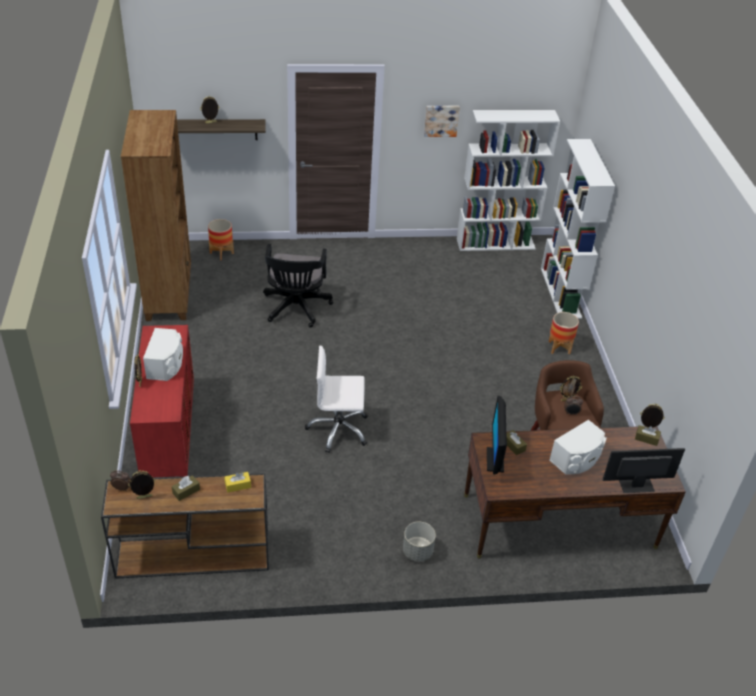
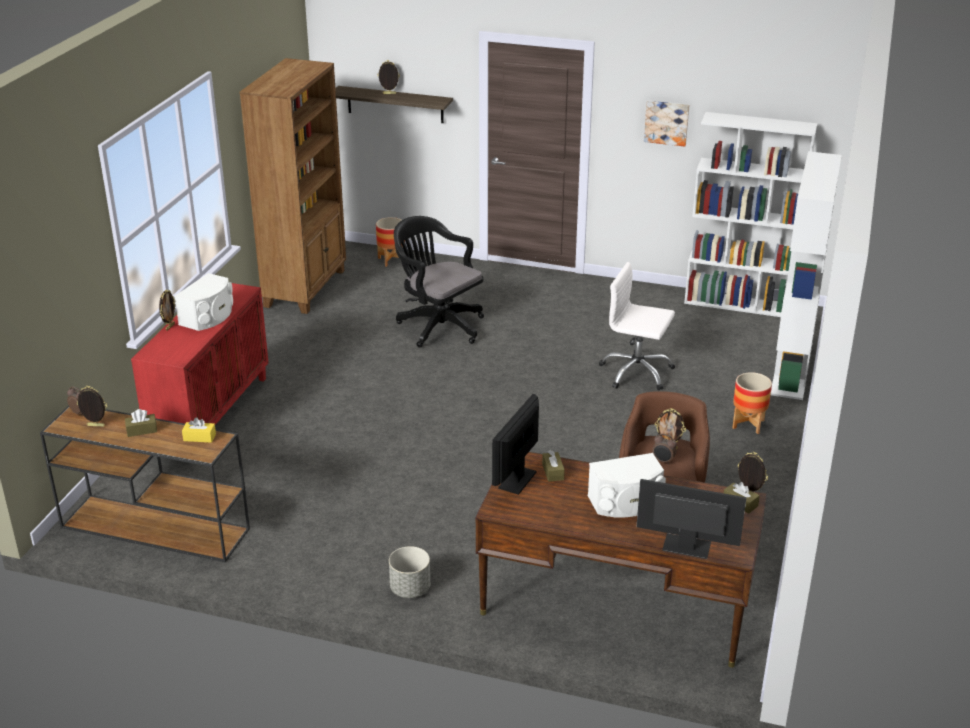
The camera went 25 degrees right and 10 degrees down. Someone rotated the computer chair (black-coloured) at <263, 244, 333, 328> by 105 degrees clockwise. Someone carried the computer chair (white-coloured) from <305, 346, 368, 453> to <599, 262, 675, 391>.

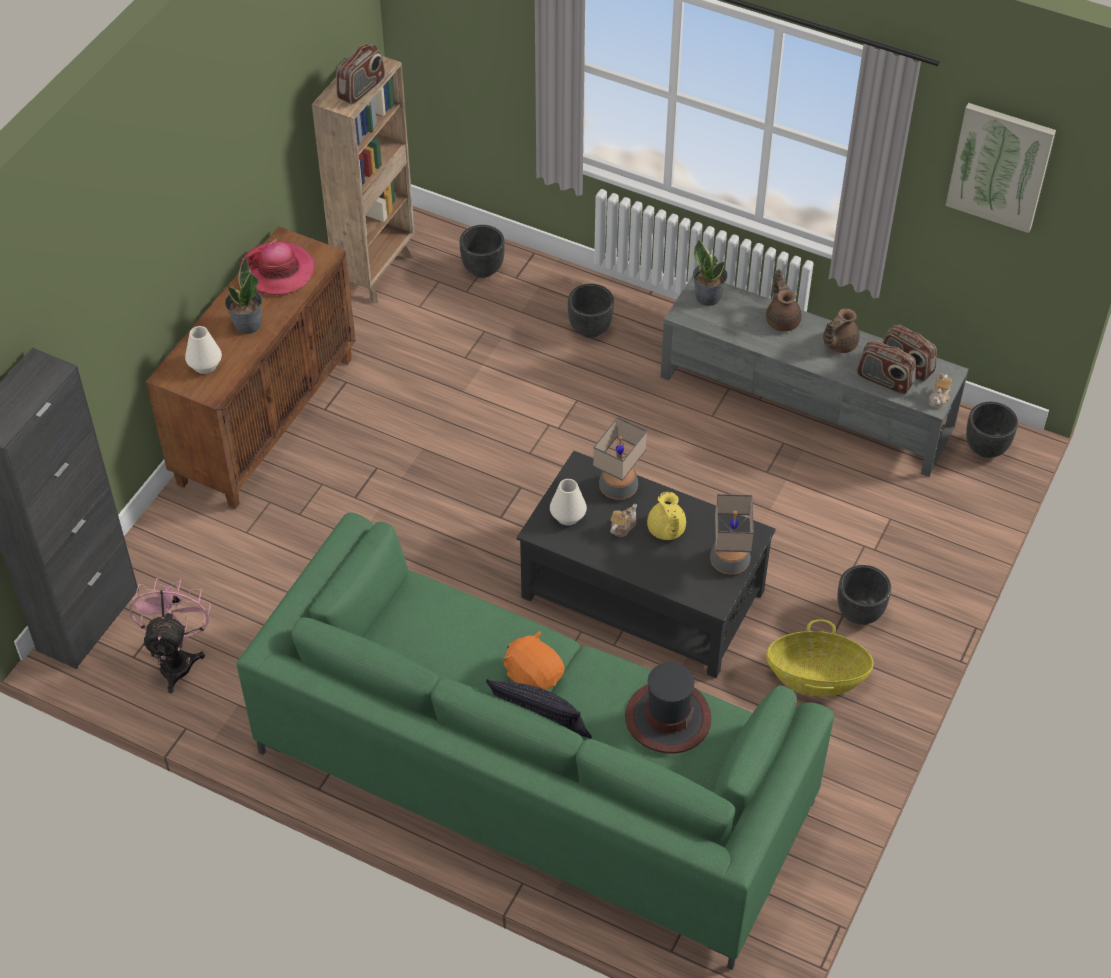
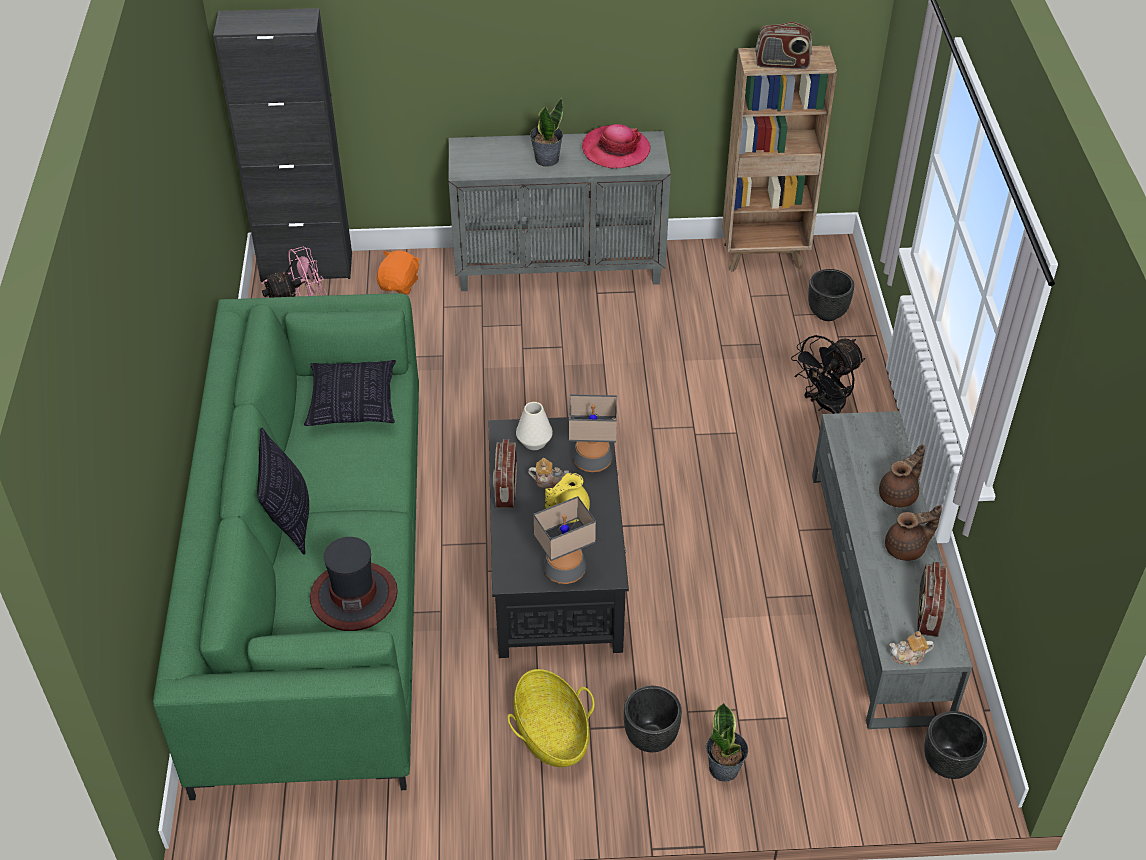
The camera went 60 degrees right and 5 degrees down. Someone took away the wall art at <946, 103, 1056, 233>. Someone repainted the cupboard (brown) at <146, 226, 356, 509>, which became the cupboard (gray) at <449, 131, 671, 291>. Someone carried the houseplant from <693, 240, 728, 306> to <706, 703, 748, 782>. Someone swapped the flower pot (black-coloured) at <568, 284, 614, 338> for the fan (black-coloured) at <791, 335, 865, 414>. Someone rotated the teapot (brown) at <823, 309, 860, 353> by 150 degrees clockwise. Someone took away the flower vase (white-coloured) at <185, 326, 222, 374>. Someone carried the radio receiver from <857, 340, 916, 394> to <493, 439, 517, 508>. Someone carried the cuddly toy (orange-coloured) from <502, 631, 565, 690> to <377, 251, 420, 294>. Someone put down the pillow at <304, 360, 396, 426>.

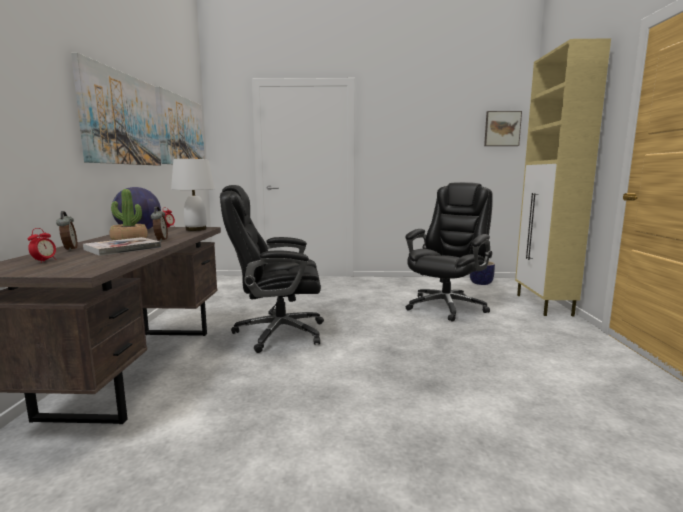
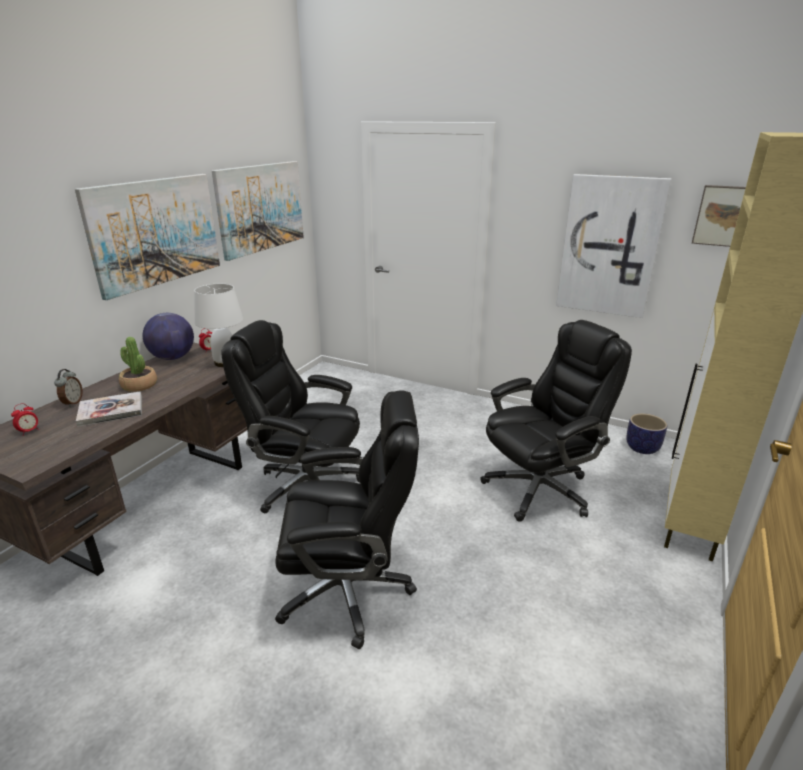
The camera went 25 degrees right and 15 degrees up. Someone took away the bedside clock at <151, 206, 168, 241>. Someone put up the wall art at <556, 174, 671, 318>. Someone put down the computer chair (black-coloured) at <275, 390, 419, 649>.

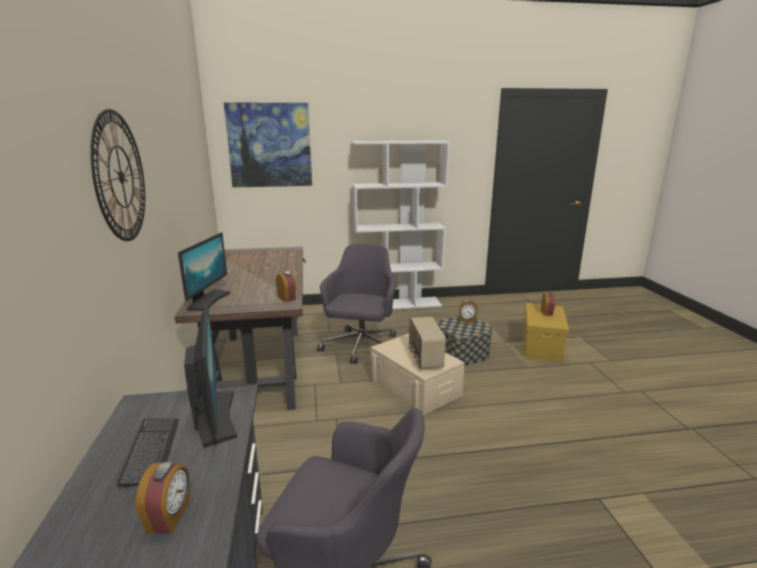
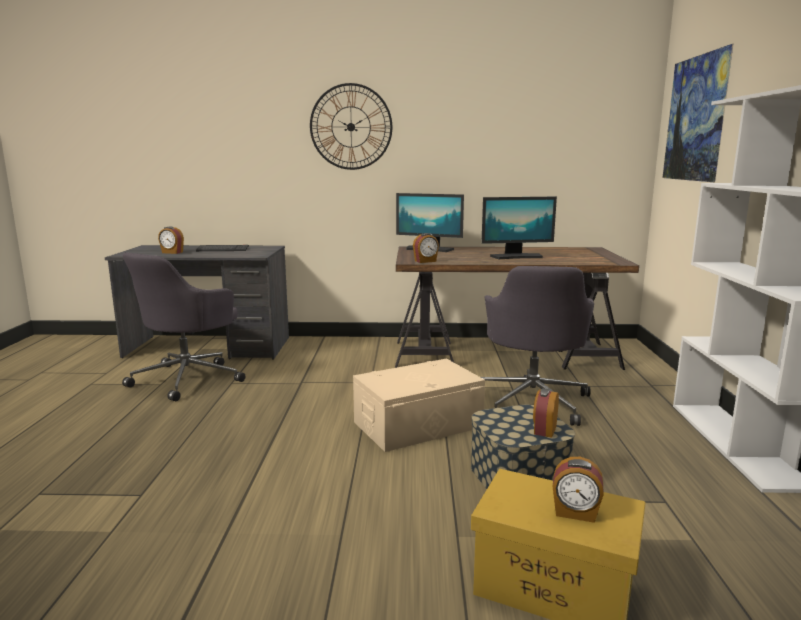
The camera went 100 degrees right and 5 degrees down. Someone rotated the computer chair (gray) at <317, 243, 396, 364> by 75 degrees clockwise. Someone carried the computer display from <184, 301, 237, 448> to <481, 197, 557, 259>. Someone took away the radio receiver at <408, 317, 446, 369>.

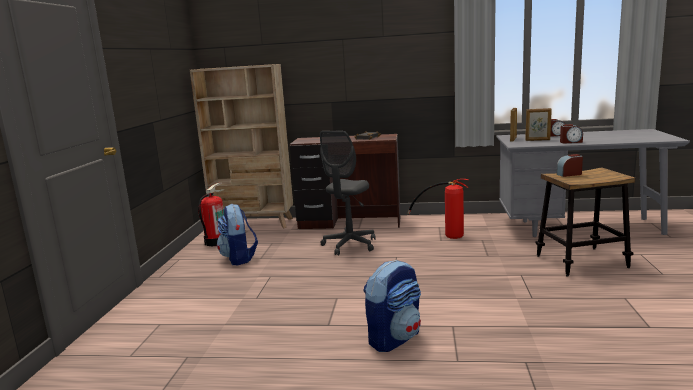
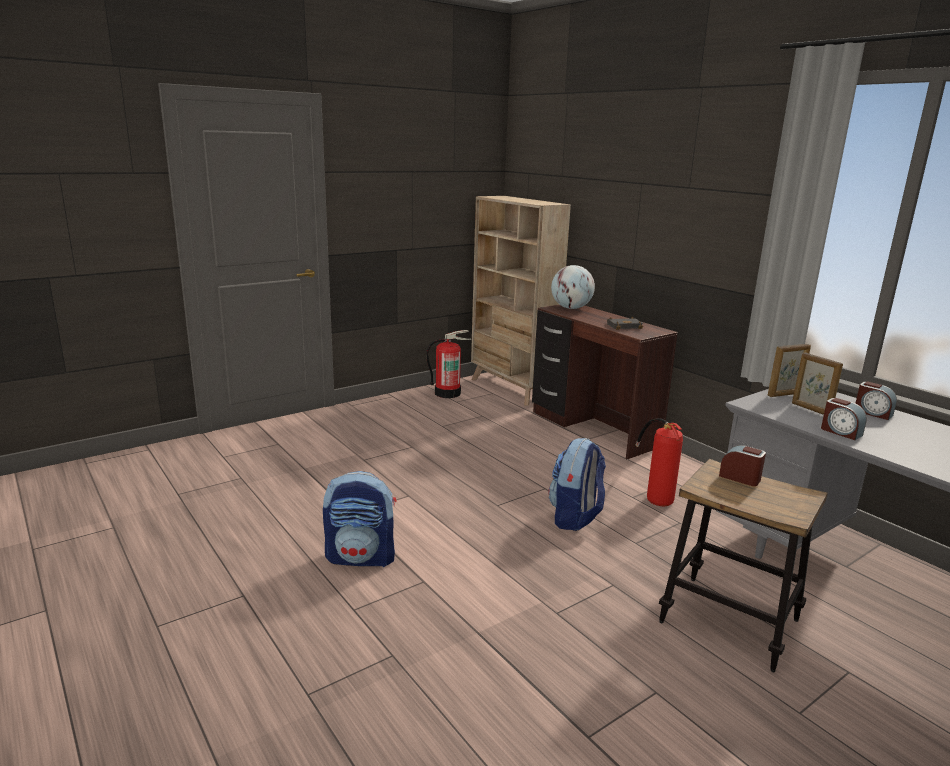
The camera went 45 degrees right and 5 degrees up. Someone took away the computer chair (gray) at <320, 131, 376, 255>. Someone carried the backpack from <217, 204, 258, 265> to <548, 438, 606, 531>. Someone put down the globe at <551, 265, 595, 309>.

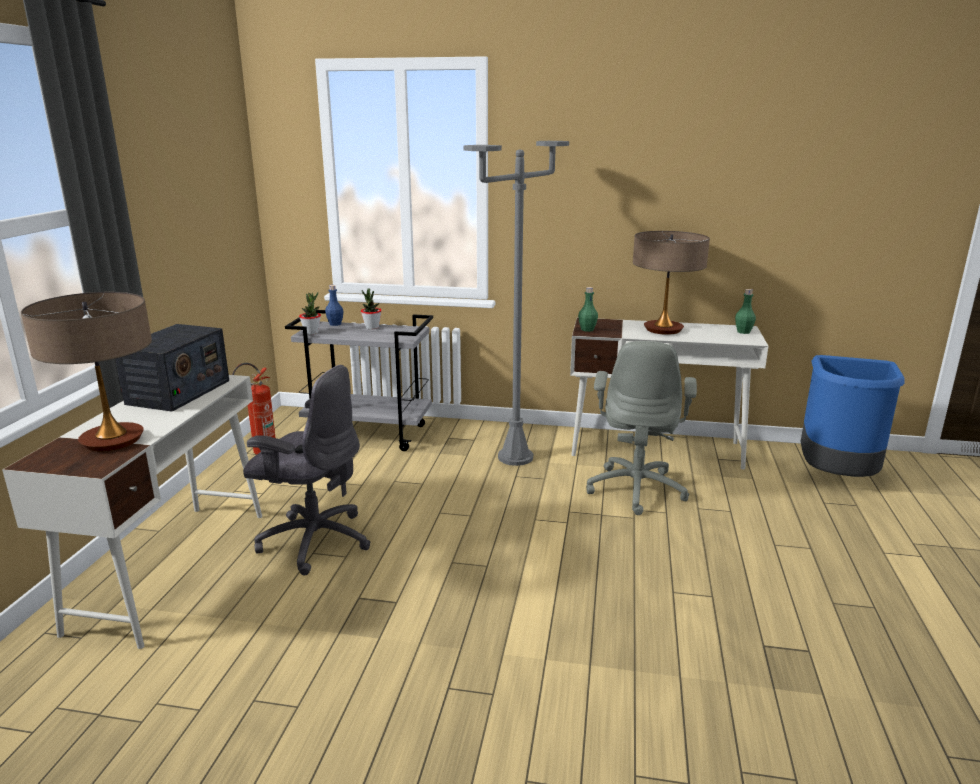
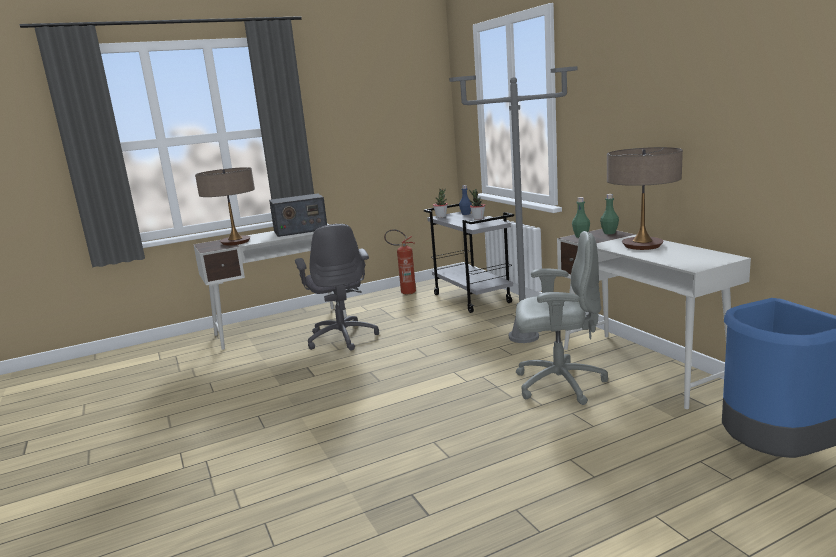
The camera went 55 degrees right and 5 degrees down. Someone carried the beverage bottle (green-coloured) from <735, 289, 756, 334> to <600, 194, 619, 234>. Someone rotated the computer chair (gray) at <586, 341, 697, 515> by 150 degrees counterclockwise.

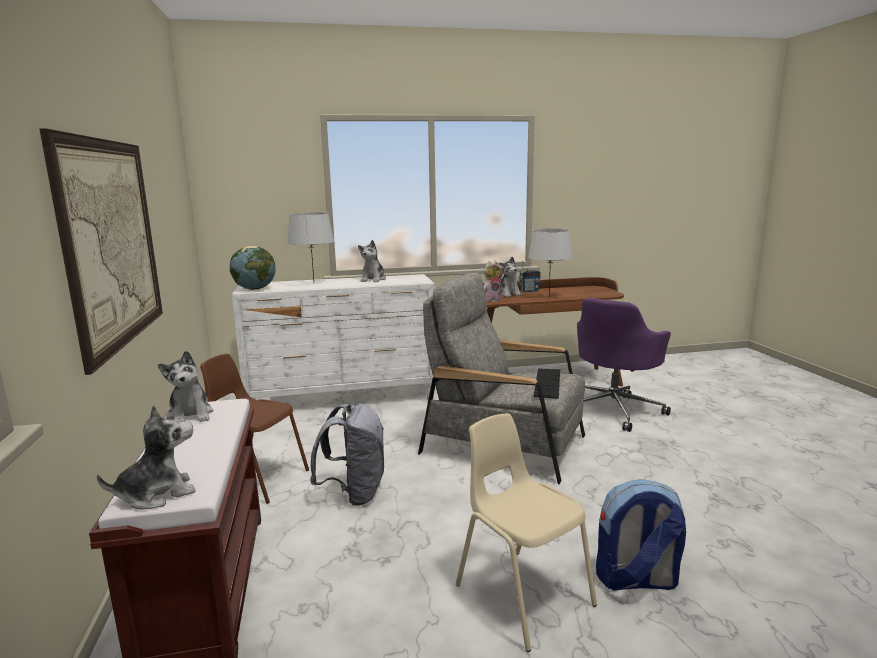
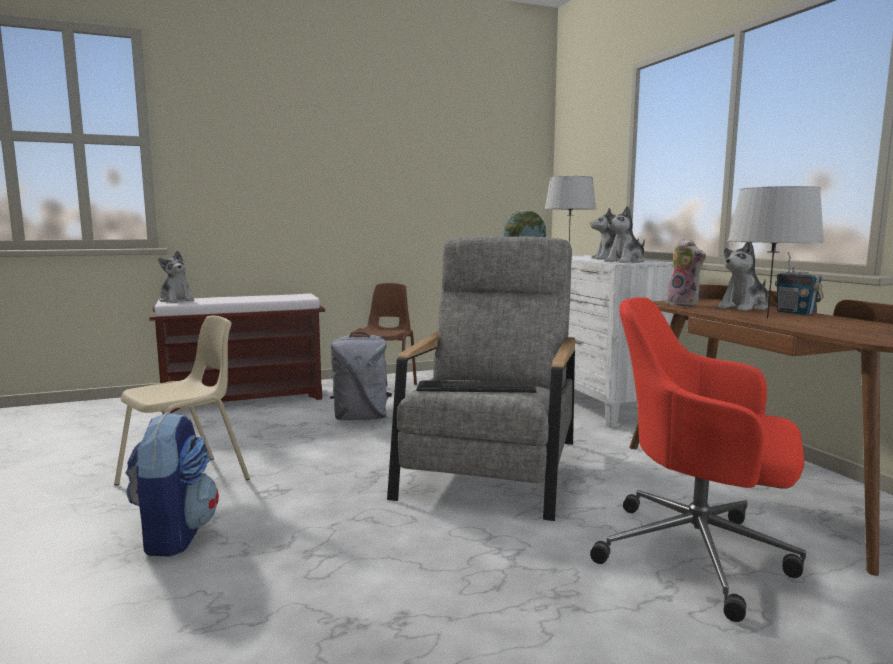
The camera went 80 degrees right and 5 degrees down. Someone took away the wall art at <40, 129, 163, 375>. Someone repainted the computer chair (purple) at <577, 298, 671, 432>, which became the computer chair (reddish) at <590, 297, 806, 622>. Someone carried the cuddly toy from <158, 351, 213, 422> to <604, 206, 645, 263>.

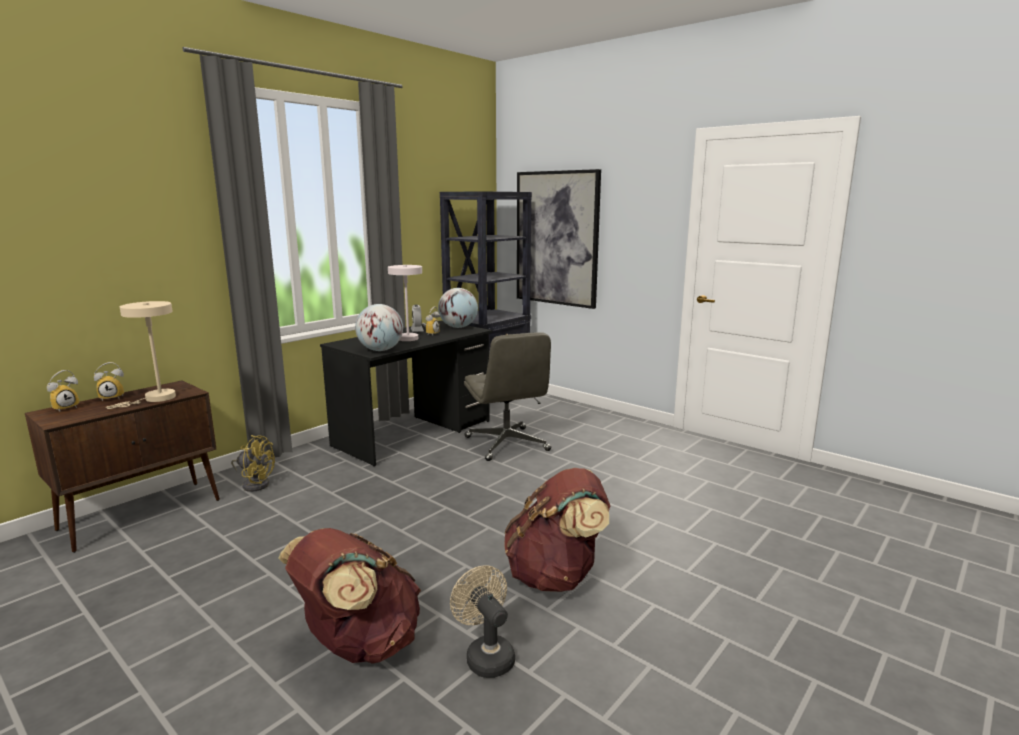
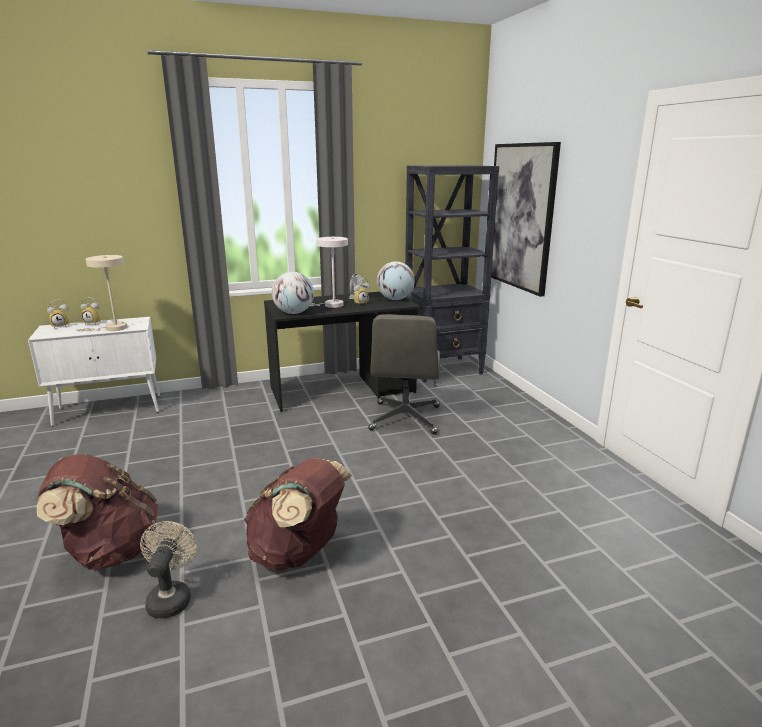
The camera went 30 degrees right and 5 degrees up. Someone repainted the cupboard (brown) at <25, 380, 220, 553>, which became the cupboard (white-coloured) at <28, 317, 160, 426>. Someone took away the fan (yellow-coloured) at <231, 435, 275, 492>.

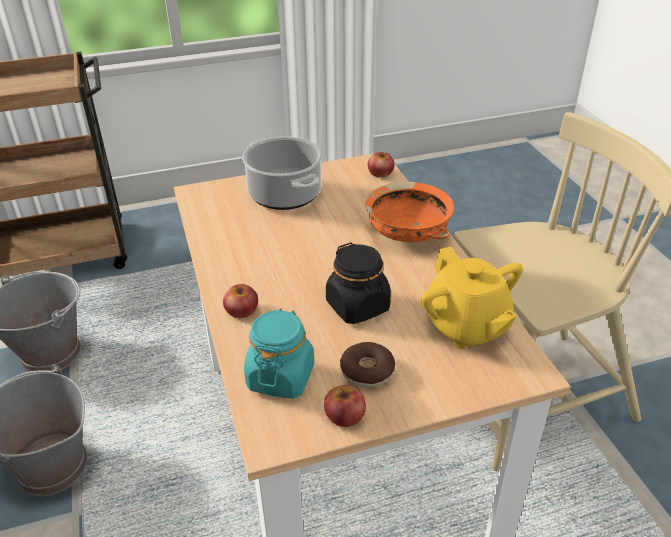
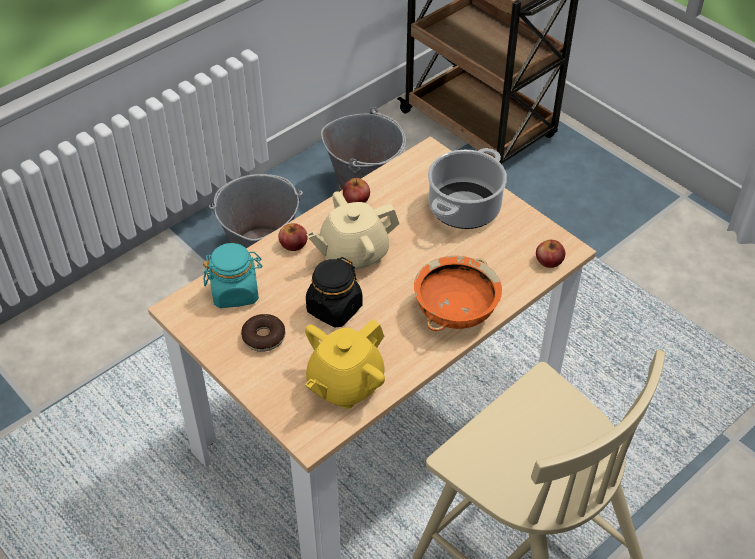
The camera went 65 degrees right and 10 degrees up. Someone carried the apple fruit from <324, 385, 366, 427> to <343, 178, 370, 203>. Someone put down the teapot (beige-coloured) at <306, 191, 399, 270>.

